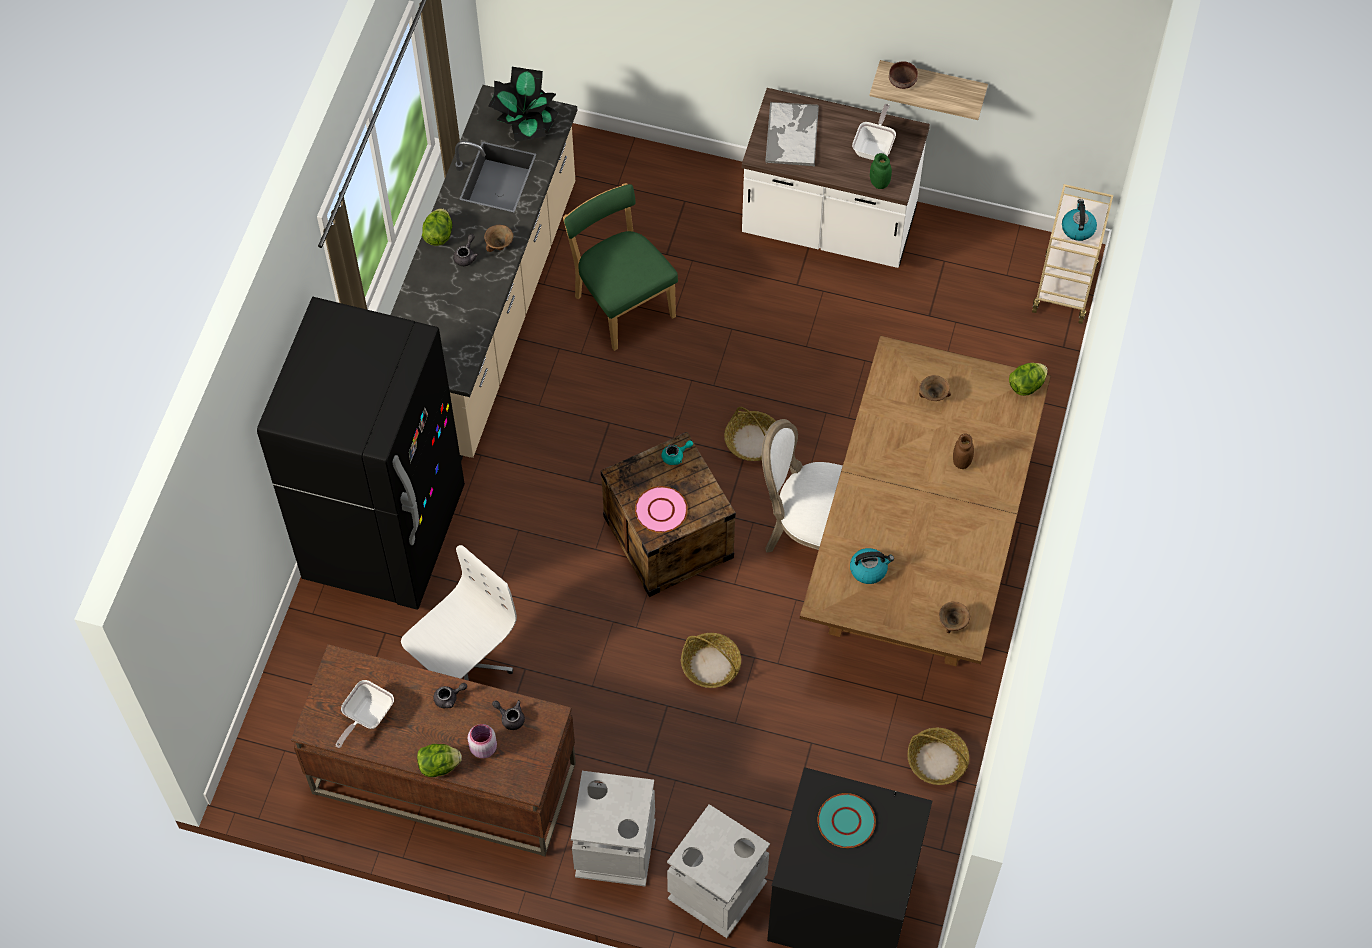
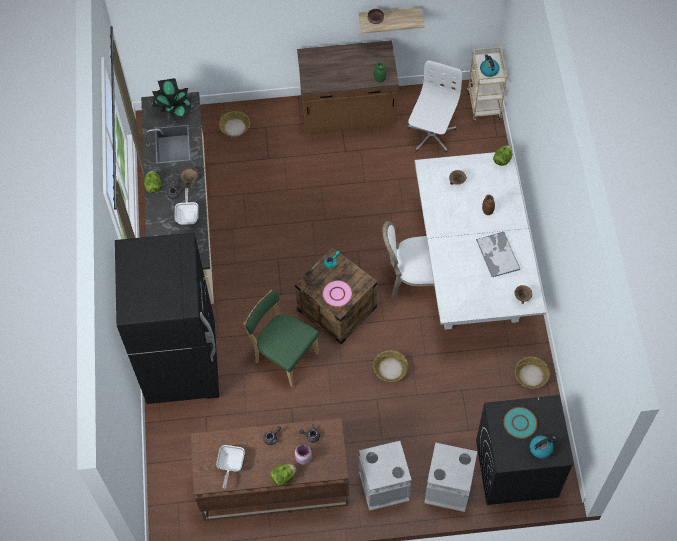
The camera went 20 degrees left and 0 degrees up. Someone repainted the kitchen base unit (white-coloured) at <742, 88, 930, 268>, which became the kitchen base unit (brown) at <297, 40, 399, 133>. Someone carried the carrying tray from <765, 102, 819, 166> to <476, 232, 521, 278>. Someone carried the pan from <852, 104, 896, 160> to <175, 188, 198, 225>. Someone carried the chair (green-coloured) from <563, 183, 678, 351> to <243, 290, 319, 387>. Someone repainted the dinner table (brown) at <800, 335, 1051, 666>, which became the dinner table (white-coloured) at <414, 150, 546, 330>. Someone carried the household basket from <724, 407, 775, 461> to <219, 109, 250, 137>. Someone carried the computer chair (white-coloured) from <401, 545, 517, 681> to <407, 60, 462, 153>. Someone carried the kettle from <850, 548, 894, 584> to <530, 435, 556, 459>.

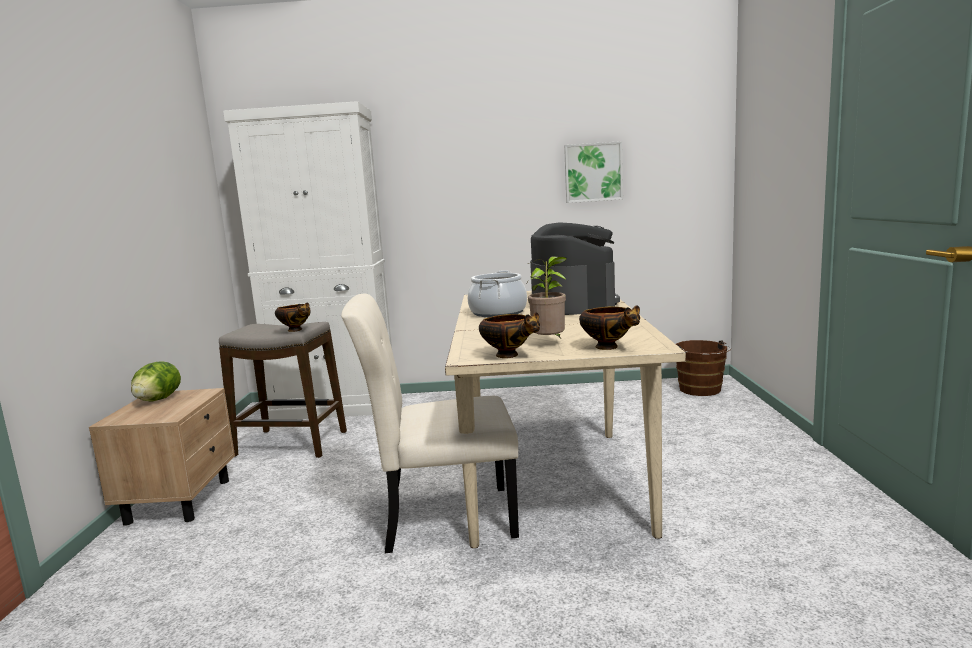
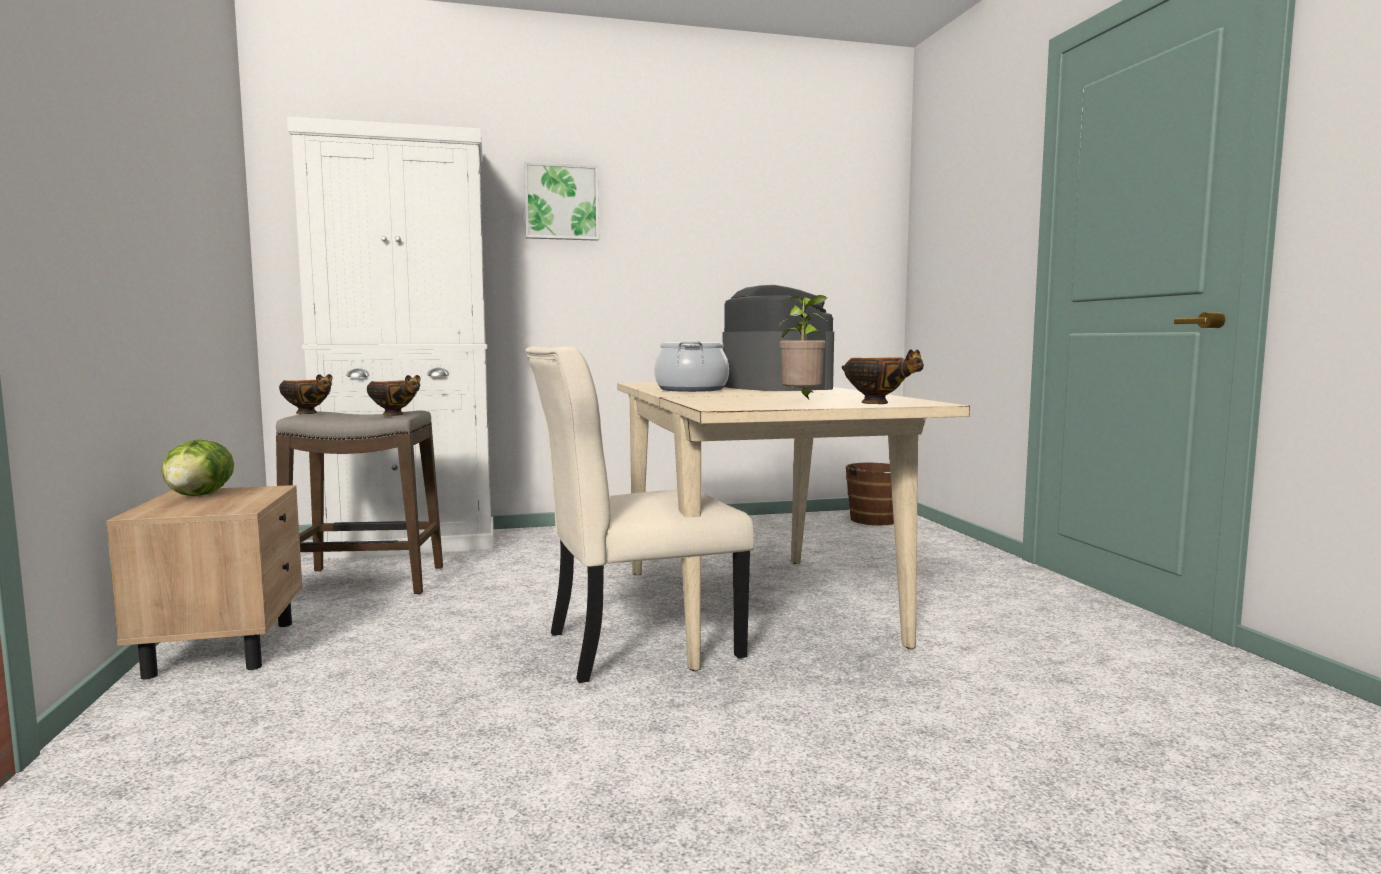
The camera went 15 degrees left and 5 degrees down. Someone carried the wall art from <564, 141, 623, 203> to <524, 162, 599, 241>. Someone carried the deep dish from <479, 312, 540, 358> to <279, 374, 333, 414>.

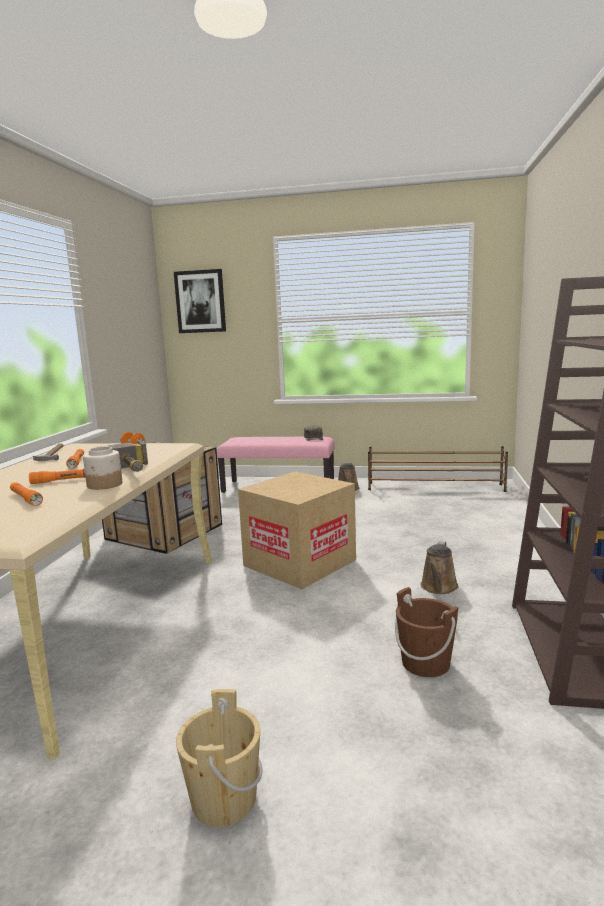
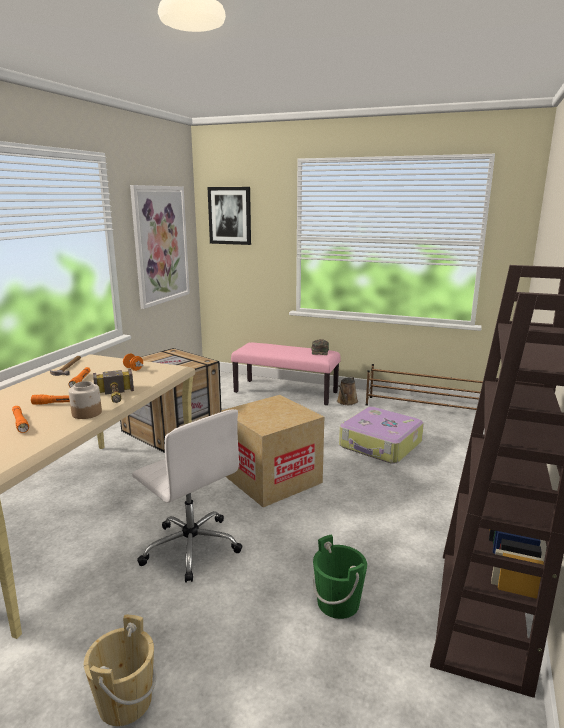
The camera went 10 degrees right and 5 degrees up. Someone took away the watering pot (brown) at <420, 542, 458, 594>. Someone repainted the bucket (brown) at <395, 587, 458, 677>, which became the bucket (green-coloured) at <313, 535, 367, 619>. Someone put up the wall art at <130, 185, 190, 309>. Someone put down the piece of luggage at <339, 407, 424, 464>. Someone put down the computer chair (white-coloured) at <132, 409, 242, 583>.

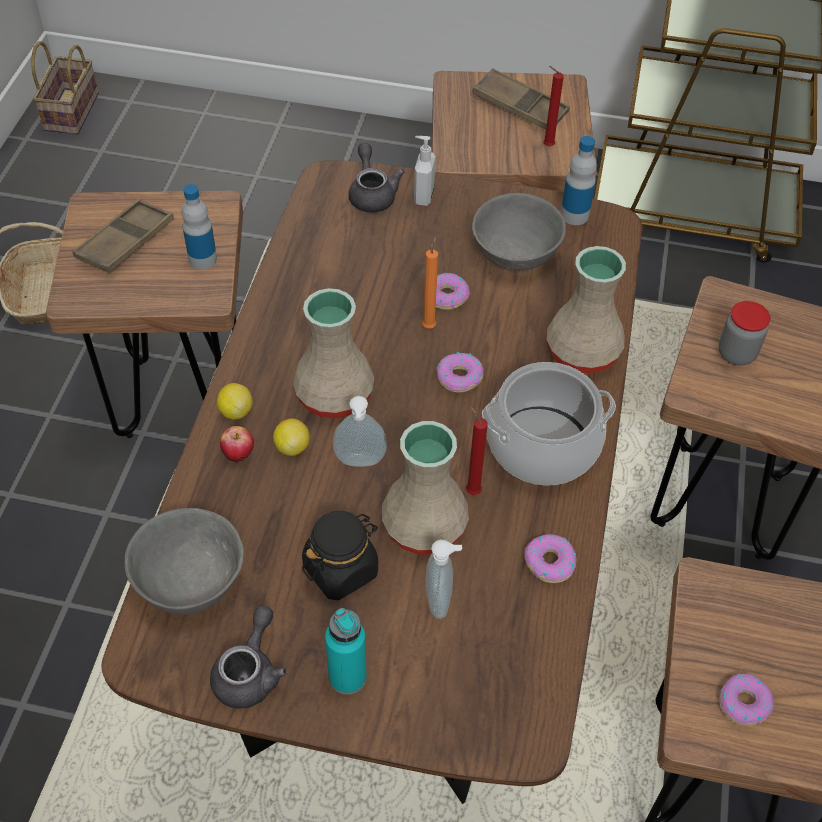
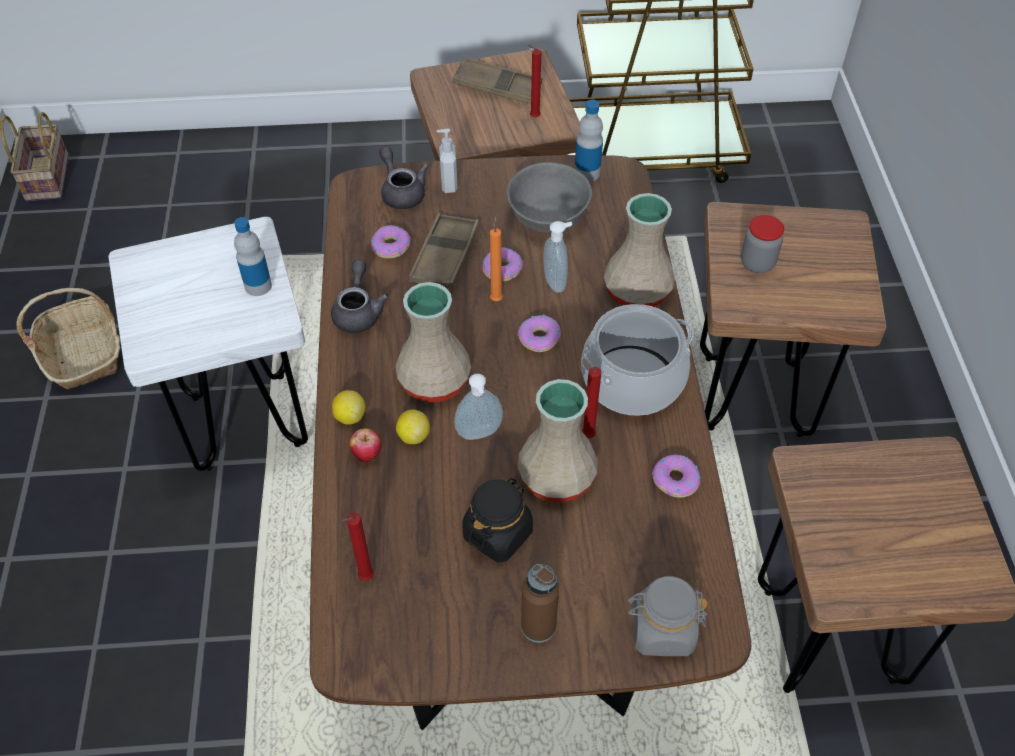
The camera went 15 degrees left and 0 degrees up. Someone repainted the stool seat (brown) at <46, 191, 243, 438>, which became the stool seat (white-coloured) at <108, 217, 308, 471>. Someone carried the carrying tray (brown) from <73, 199, 174, 273> to <409, 213, 480, 289>. Someone swapped the deep dish (gray) at <125, 508, 244, 615> for the wax light (reddish) at <342, 513, 374, 581>. Someone carried the liquid soap bottle from <426, 539, 462, 619> to <543, 221, 572, 293>. Someone carried the teapot (gray) from <210, 605, 288, 709> to <331, 259, 389, 333>. Someone repainted the beverage bottle (turquoise-coloured) at <325, 608, 367, 695>, which became the beverage bottle (brown) at <521, 564, 559, 643>. Someone carried the ring doughnut from <719, 673, 774, 726> to <371, 225, 411, 258>. Someone put down the preserve jar (gray) at <628, 576, 708, 656>.

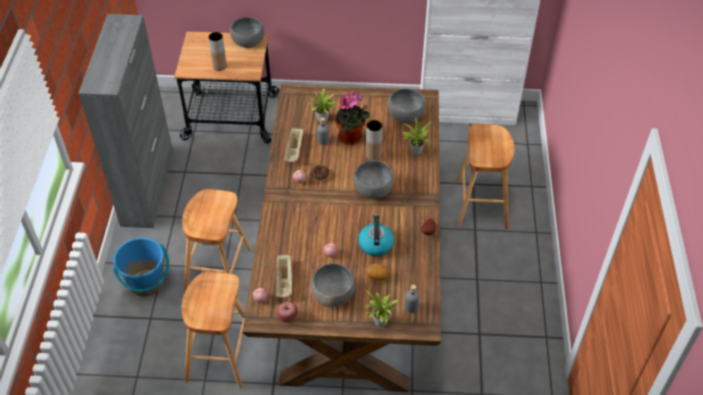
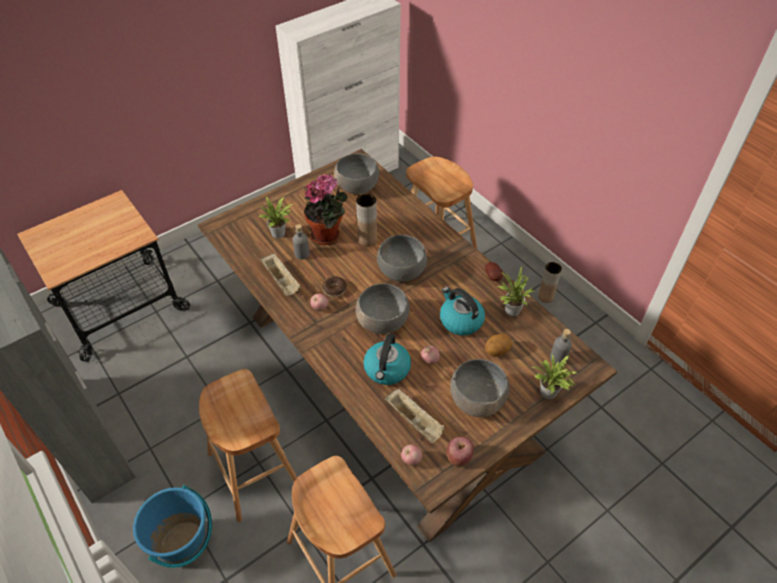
The camera went 40 degrees left and 0 degrees up. Someone carried the deep dish (gray) from <230, 17, 264, 48> to <356, 283, 410, 334>. Someone carried the flower vase (brown) from <208, 32, 227, 71> to <538, 262, 562, 303>. Someone carried the houseplant from <402, 117, 431, 155> to <497, 266, 534, 316>. Someone put down the kettle at <363, 334, 411, 385>.

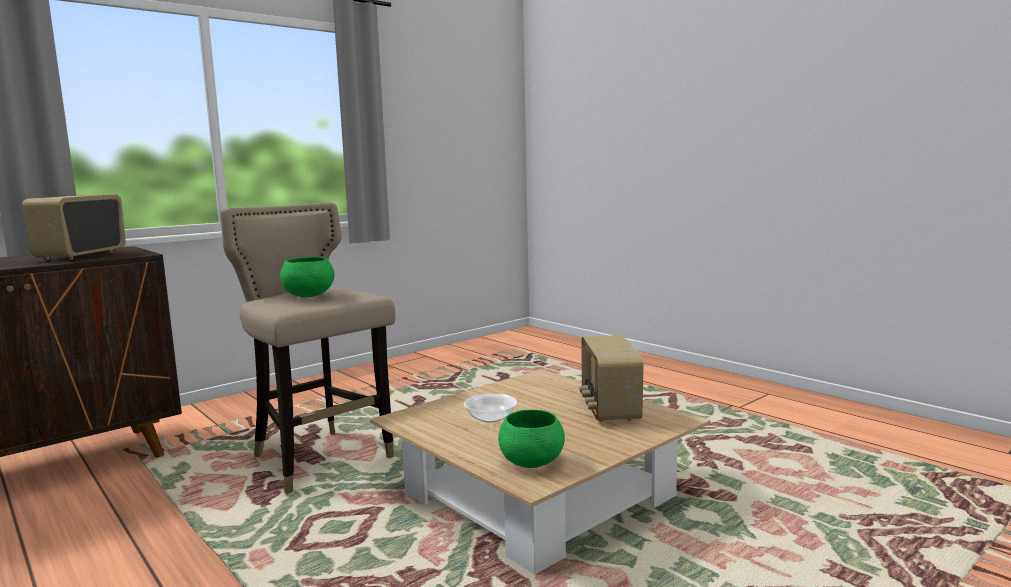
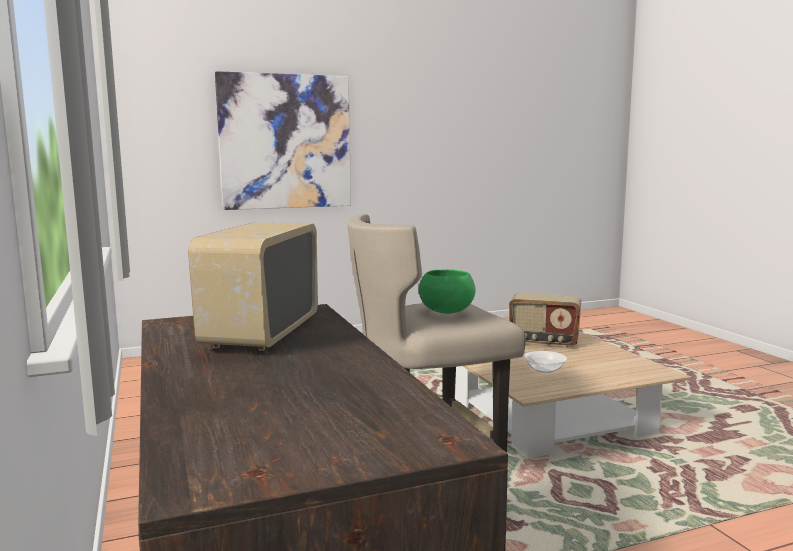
The camera went 70 degrees left and 0 degrees up. Someone rotated the radio receiver at <22, 195, 126, 260> by 75 degrees clockwise. Someone took away the deep dish (green-coloured) at <498, 410, 565, 468>. Someone put up the wall art at <215, 71, 351, 210>.

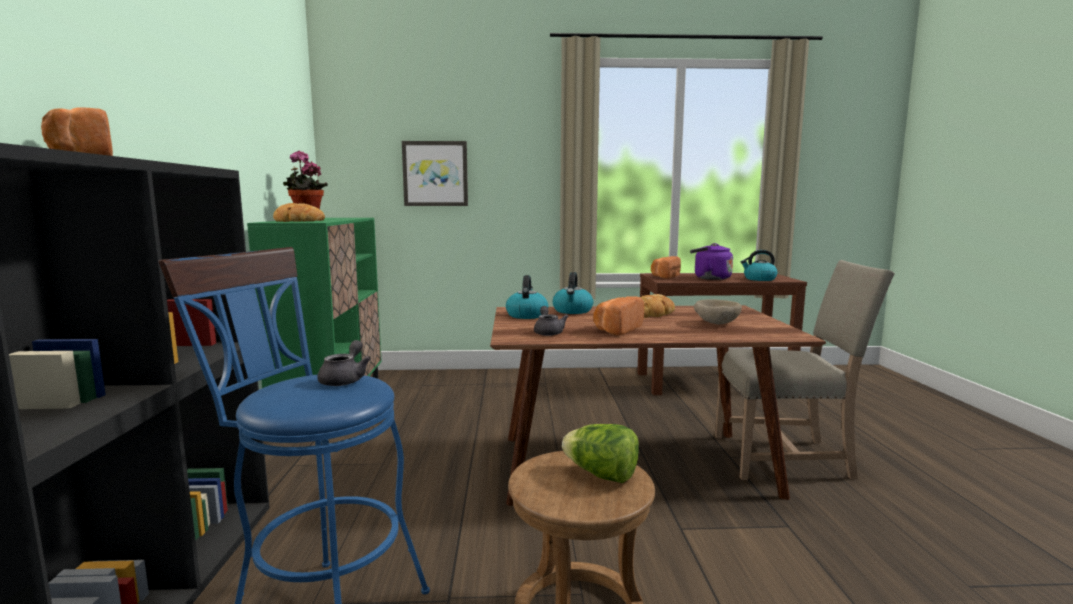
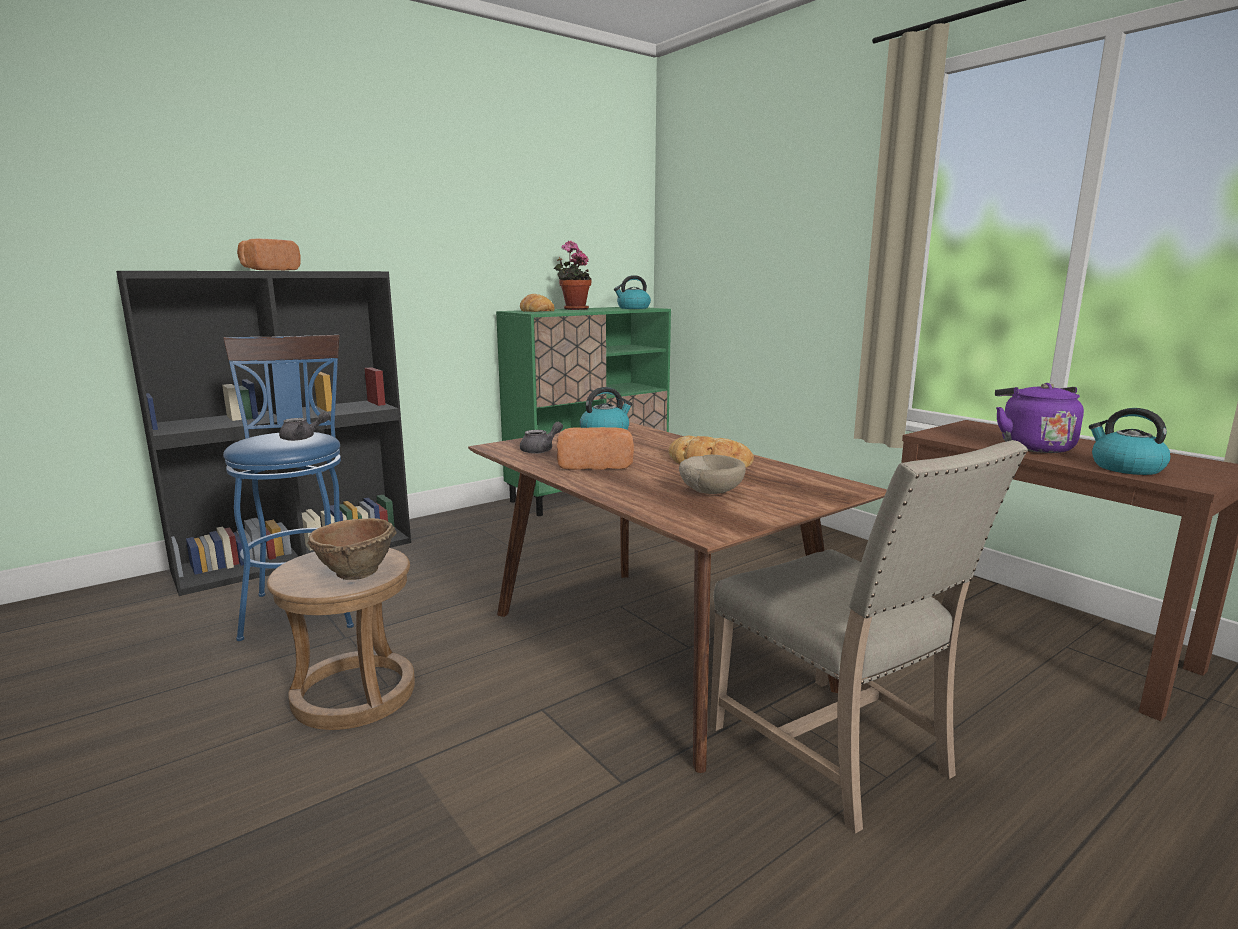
The camera went 55 degrees right and 5 degrees up. Someone took away the wall art at <402, 141, 468, 206>. Someone took away the bread at <651, 256, 681, 279>. Someone carried the kettle from <553, 272, 593, 314> to <614, 275, 651, 309>. Someone swapped the lettuce head at <562, 424, 639, 483> for the deep dish (brown) at <307, 518, 397, 580>.

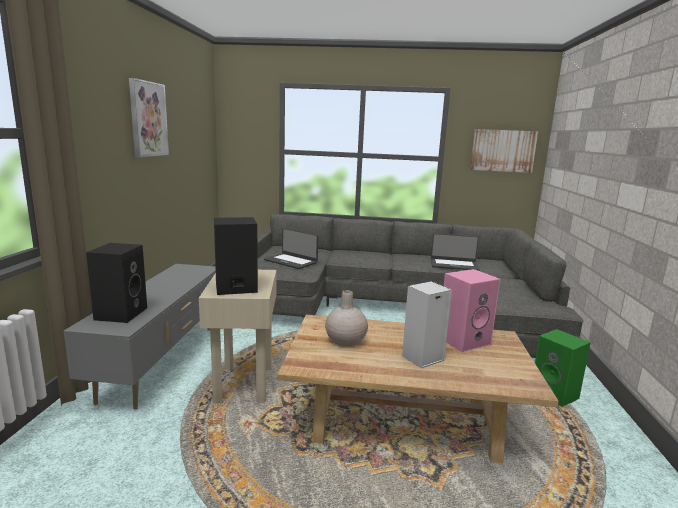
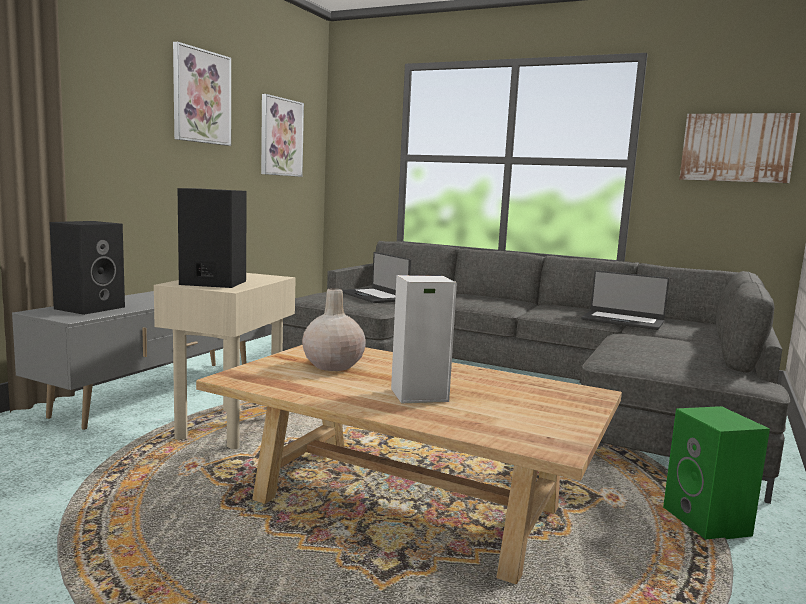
The camera went 20 degrees right and 5 degrees down. Someone took away the audio speaker (pink) at <444, 269, 500, 352>. Someone put up the wall art at <261, 94, 304, 177>.

